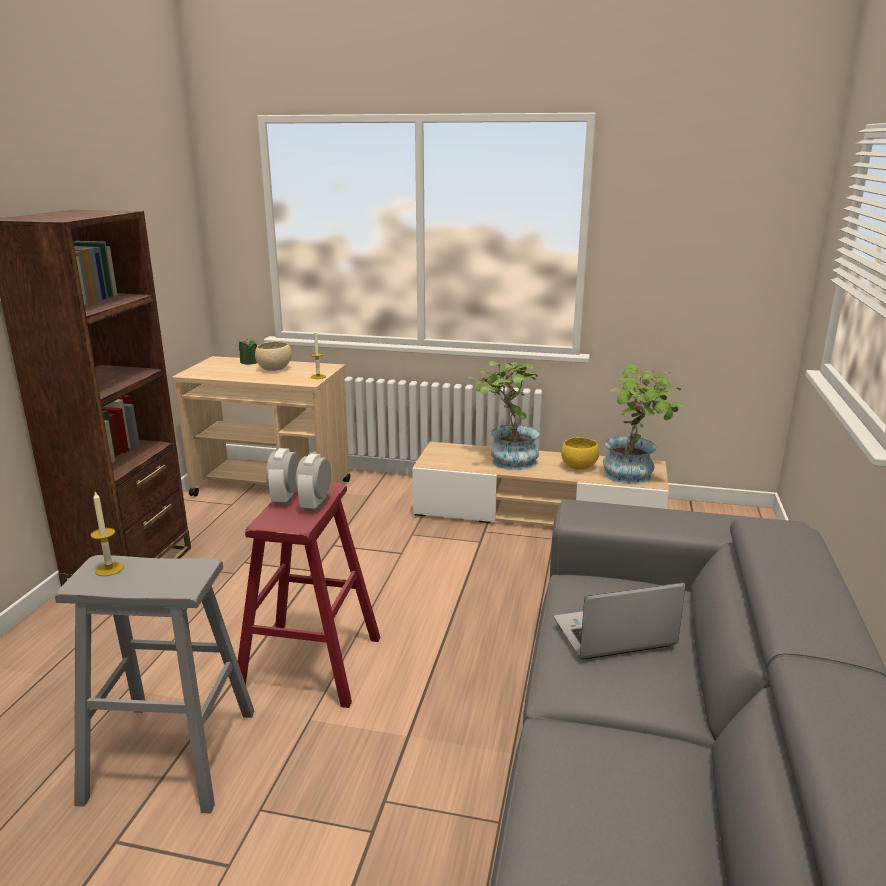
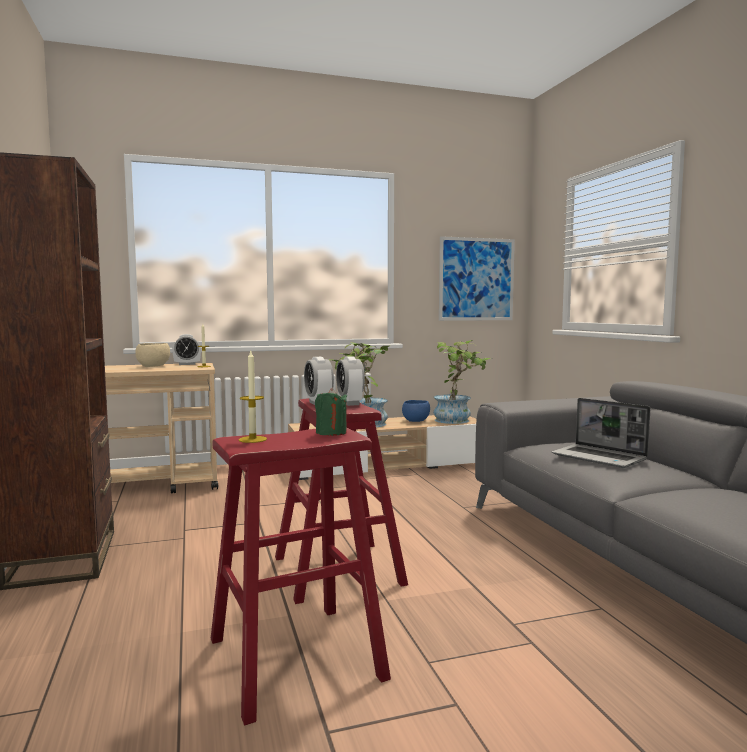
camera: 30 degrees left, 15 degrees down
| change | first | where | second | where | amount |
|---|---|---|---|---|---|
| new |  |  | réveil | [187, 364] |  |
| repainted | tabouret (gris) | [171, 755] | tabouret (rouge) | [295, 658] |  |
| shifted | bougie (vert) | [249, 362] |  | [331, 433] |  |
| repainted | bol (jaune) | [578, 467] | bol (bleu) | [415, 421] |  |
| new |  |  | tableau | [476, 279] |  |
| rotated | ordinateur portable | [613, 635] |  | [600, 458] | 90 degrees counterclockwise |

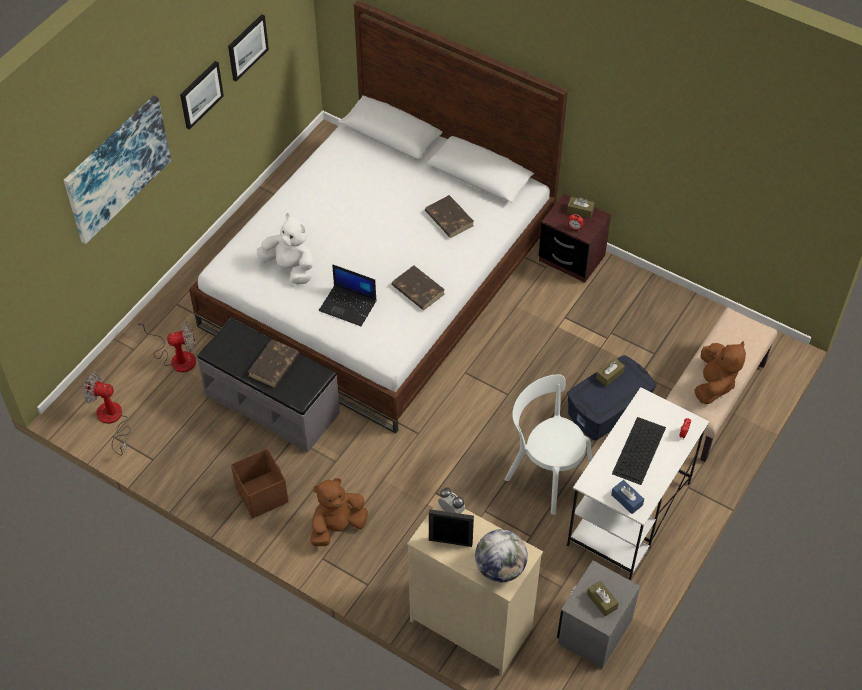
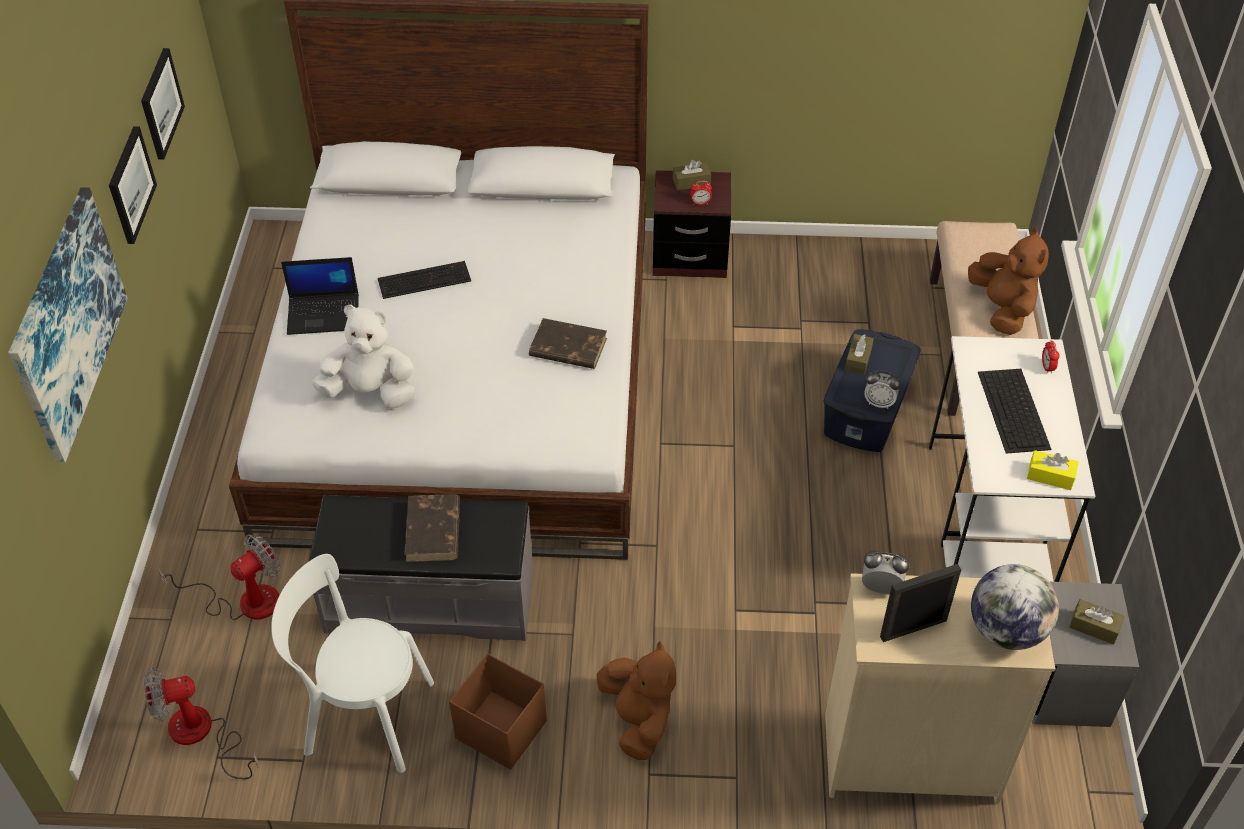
camera: 30 degrees left, 5 degrees down
| change | first | where | second | where | amount |
|---|---|---|---|---|---|
| shifted | chaise (blanc) | [546, 473] |  | [363, 715] |  |
| shifted | ordinateur portable | [349, 305] |  | [324, 313] |  |
| new |  |  | clavier | [425, 279] |  |
| rotated | peluche (marron) | [337, 526] |  | [638, 720] | 135 degrees clockwise |
| new |  |  | réveil | [879, 402] |  |
| repainted | boîte à mouchoirs (bleu) | [627, 500] | boîte à mouchoirs (jaune) | [1050, 476] |  |
| gone | livre (marron) | [449, 218] |  |  |  |

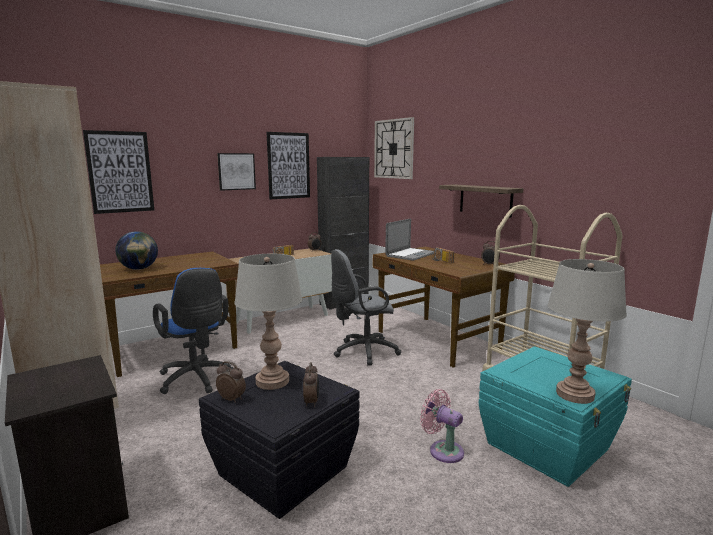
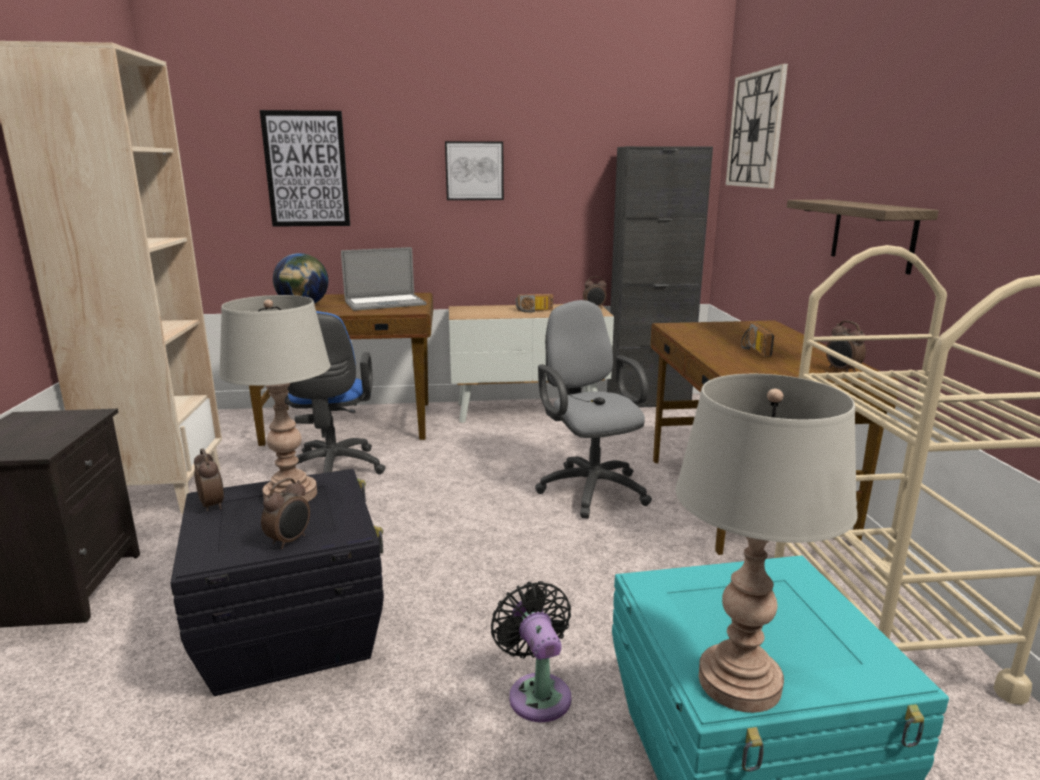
camera: 30 degrees right, 5 degrees up
| change | first | where | second | where | amount |
|---|---|---|---|---|---|
| shifted | ordinateur portable | [411, 254] |  | [385, 303] |  |
| repainted | ventilateur (rose) | [443, 450] | ventilateur (noir) | [537, 692] |  |
| rotated | chaise de bureau (gris) | [362, 352] |  | [590, 488] | 60 degrees clockwise |
| gone | tableau | [288, 165] |  |  |  |

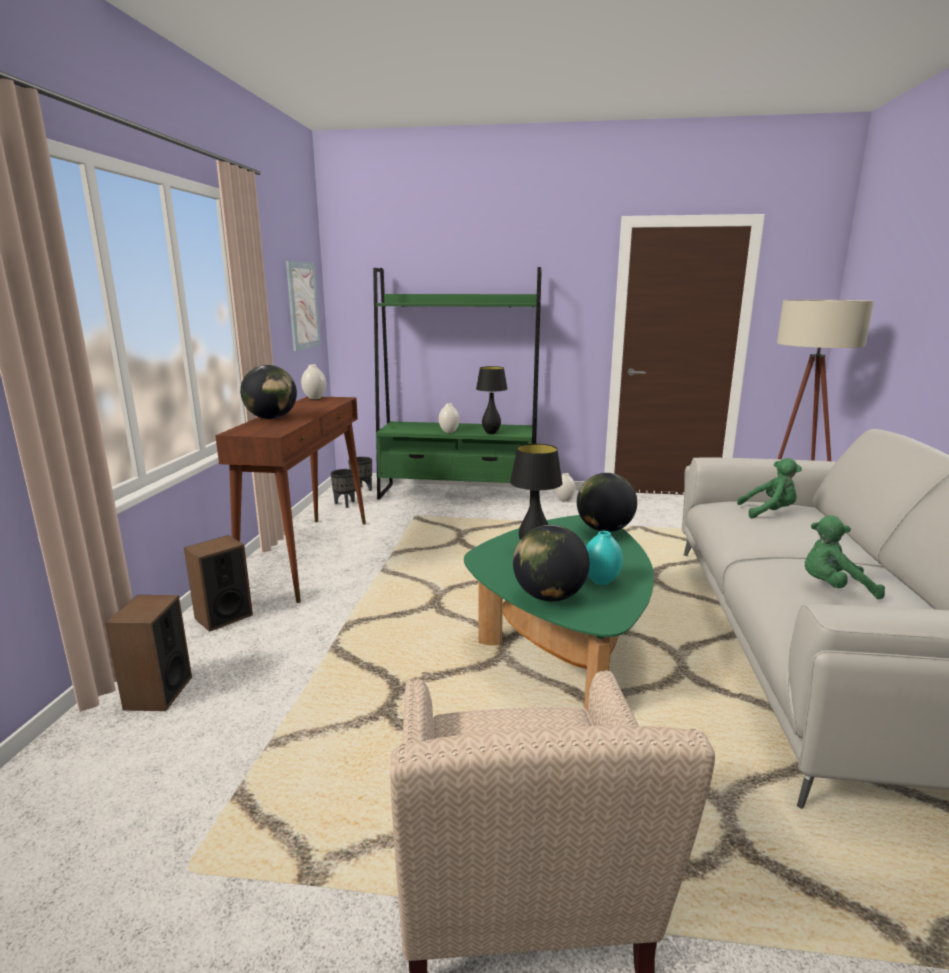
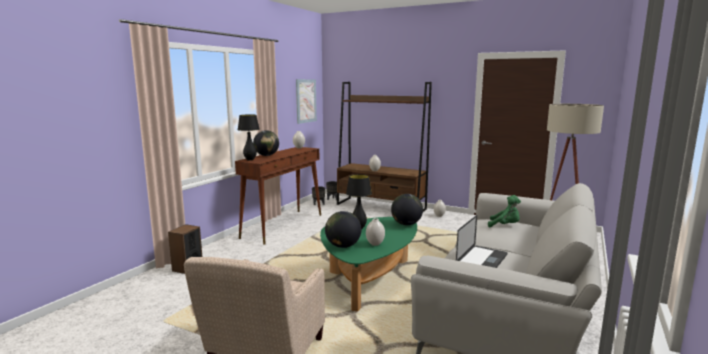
camera: 20 degrees right, 5 degrees down
| change | first | where | second | where | amount |
|---|---|---|---|---|---|
| shifted | lampe de table (noir) | [491, 433] |  | [250, 160] |  |
| repainted | bibliothèque (vert) | [458, 494] | bibliothèque (marron) | [381, 207] |  |
| repainted | vase (turquoise) | [600, 581] | vase (blanc) | [375, 244] |  |
| swapped | peluche (vert) | [833, 588] | ordinateur portable | [482, 260] |  |
| gone | enceinte | [223, 617] |  |  |  |

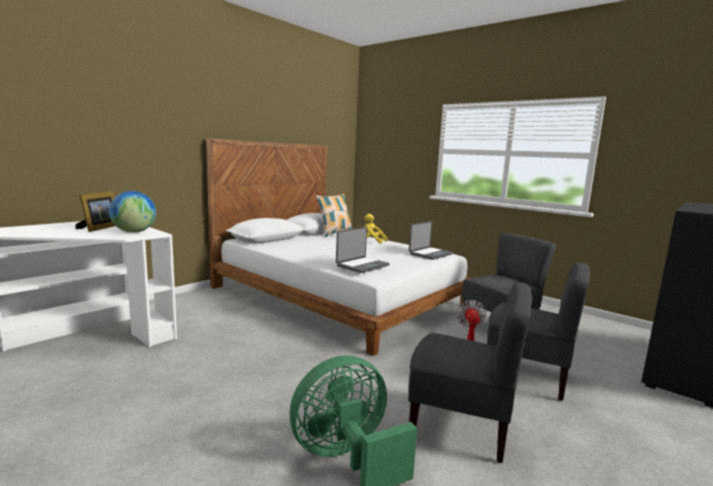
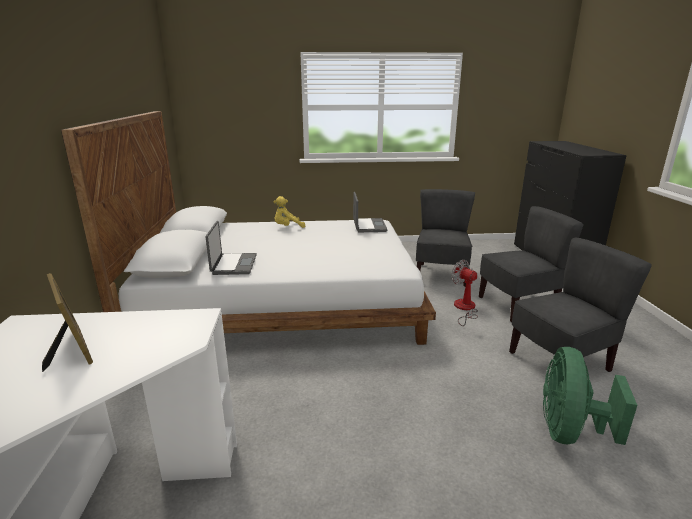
camera: 45 degrees left, 10 degrees up
| change | first | where | second | where | amount |
|---|---|---|---|---|---|
| shifted | ordinateur portable | [362, 265] |  | [233, 265] |  |
| gone | globe | [134, 232] |  |  |  |
| gone | coussin | [334, 233] |  |  |  |

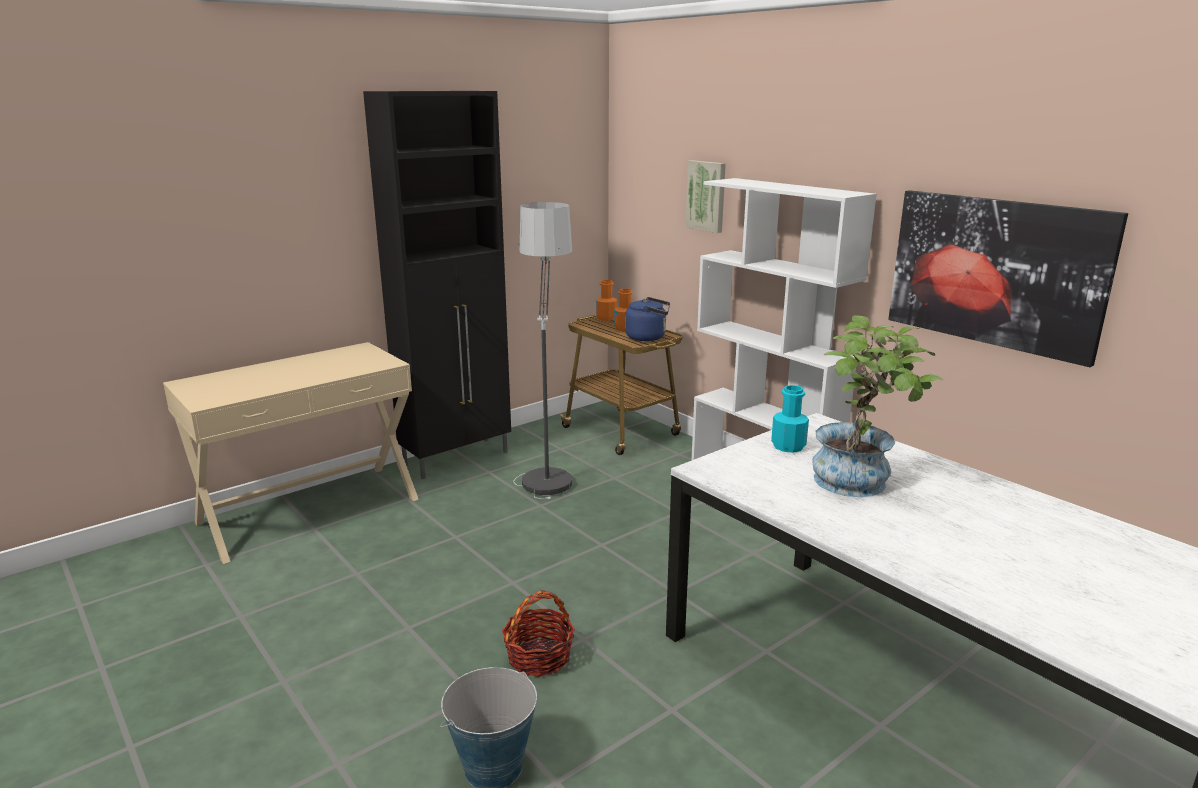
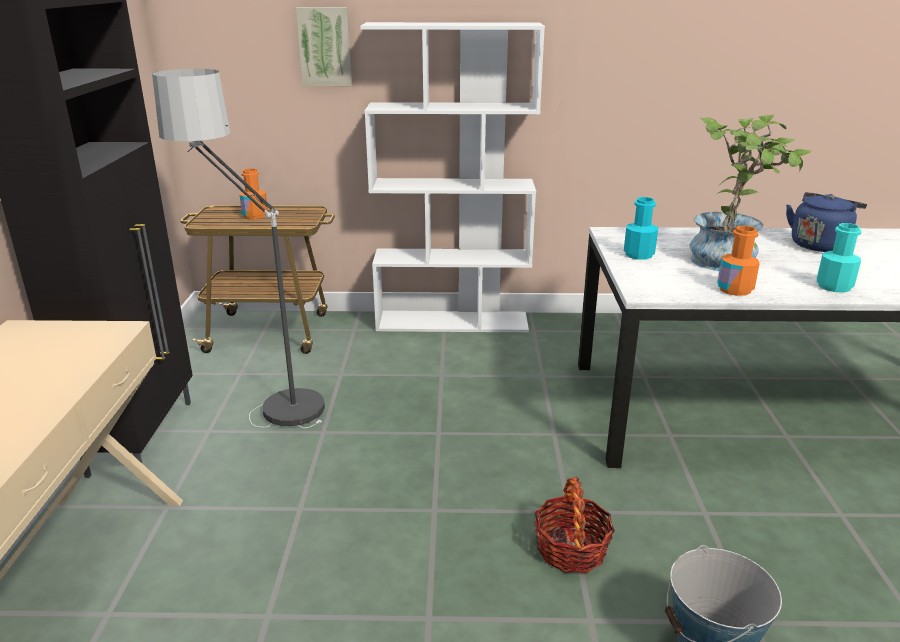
camera: 50 degrees left, 5 degrees up
| change | first | where | second | where | amount |
|---|---|---|---|---|---|
| shifted | bouteille (orange) | [606, 318] |  | [734, 289] |  |
| shifted | bouilloire (bleu) | [648, 337] |  | [819, 244] |  |
| new |  |  | bouteille (turquoise) | [834, 286] |  |
| gone | tableau | [995, 272] |  |  |  |

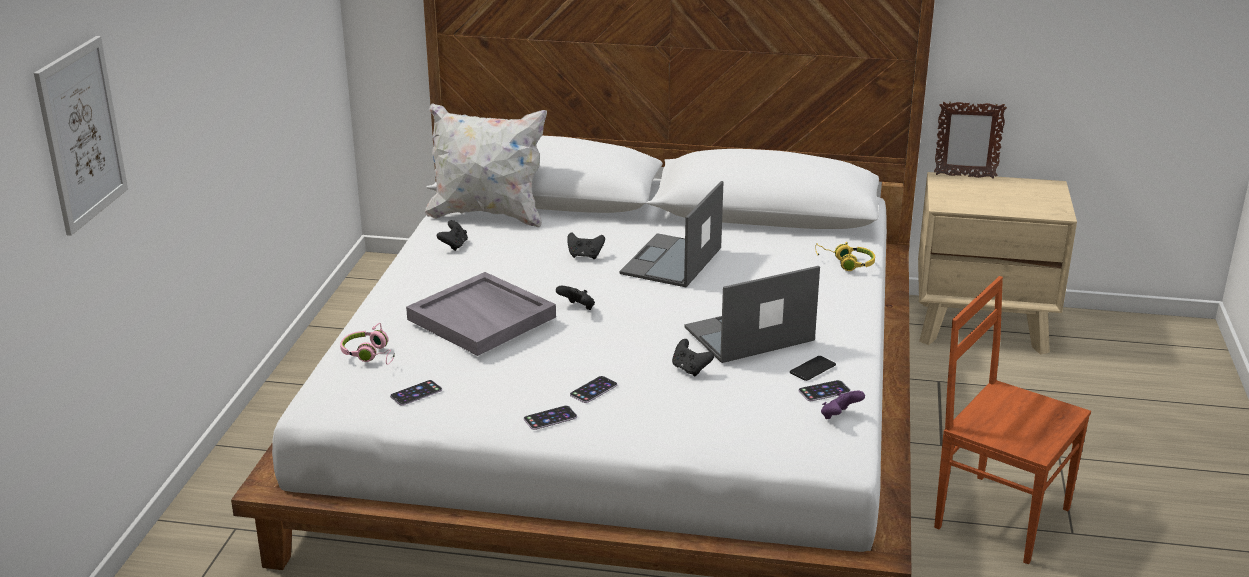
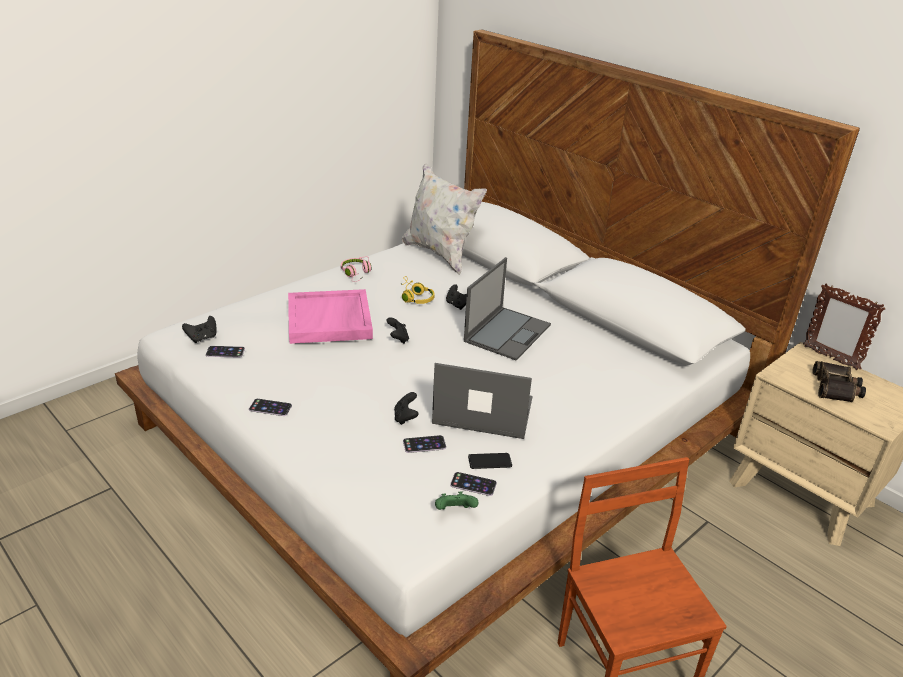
camera: 35 degrees right, 5 degrees up
| change | first | where | second | where | amount |
|---|---|---|---|---|---|
| shifted | manette (noir) | [454, 245] |  | [202, 338] |  |
| repainted | plateau (gris) | [483, 318] | plateau (rose) | [330, 320] |  |
| shifted | casque audio (rose) | [370, 355] |  | [356, 274] |  |
| shifted | casque audio (jaune) | [846, 263] |  | [415, 297] |  |
| shifted | téléphone | [593, 390] |  | [424, 444] |  |
| repainted | manette (violet) | [839, 417] | manette (vert) | [454, 511] |  |
| rotated | ordinateur portable | [671, 261] |  | [507, 332] | 150 degrees clockwise |
| new |  |  | jumelles | [836, 388] |  |
| gone | tableau | [81, 134] |  |  |  |

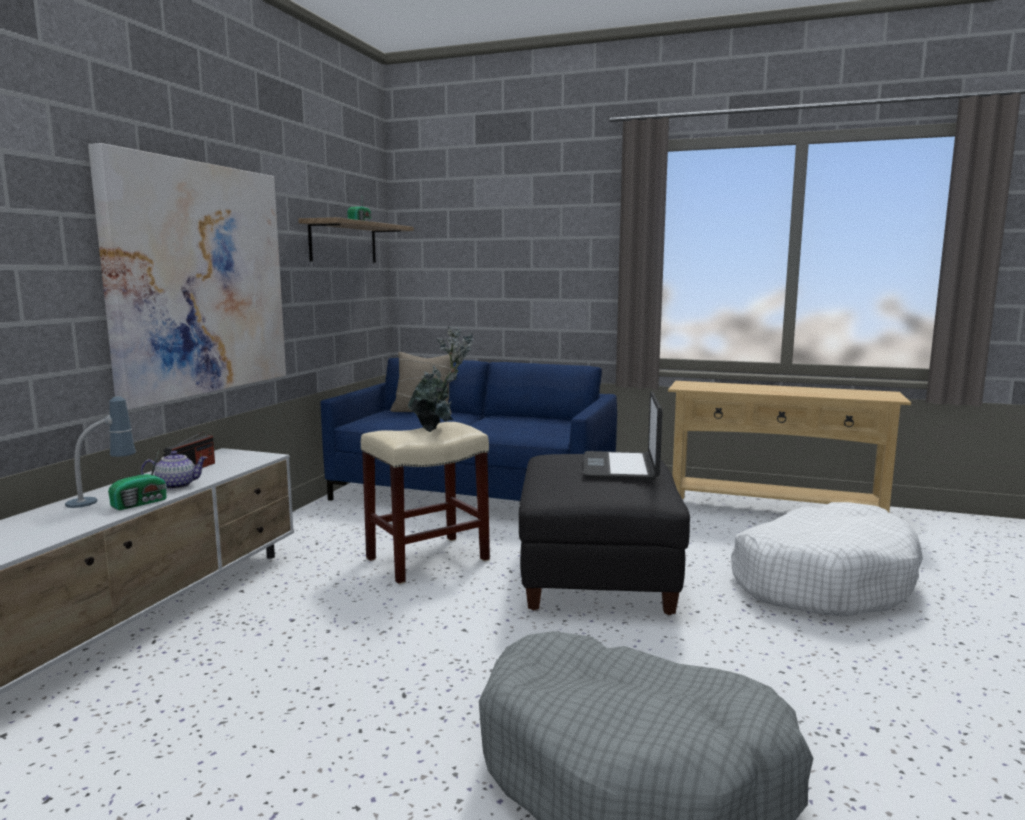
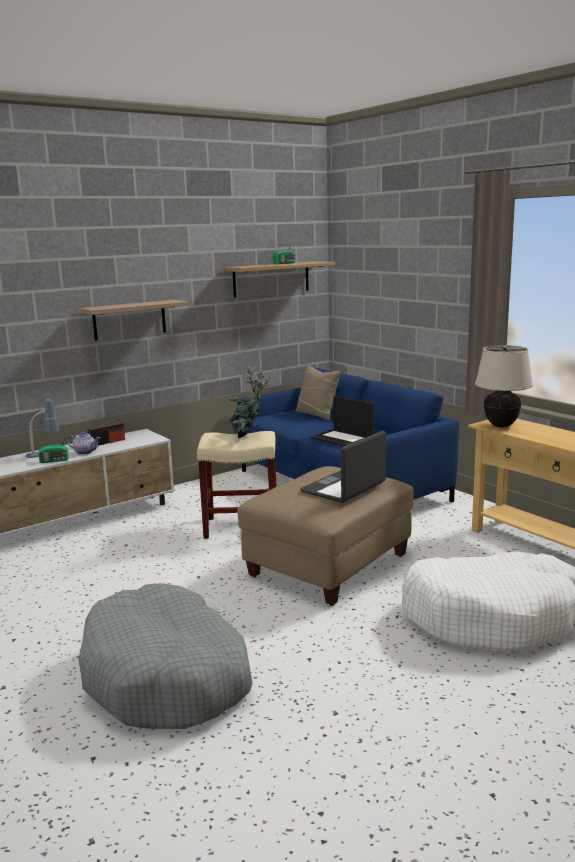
camera: 35 degrees right, 5 degrees up
| change | first | where | second | where | amount |
|---|---|---|---|---|---|
| swapped | tableau | [197, 279] | étagère | [129, 320] |  |
| repainted | pouf (noir) | [598, 575] | pouf (beige) | [329, 566] |  |
| new |  |  | ordinateur portable | [343, 438] |  |
| new |  |  | lampe de table (beige) | [501, 425] |  |

